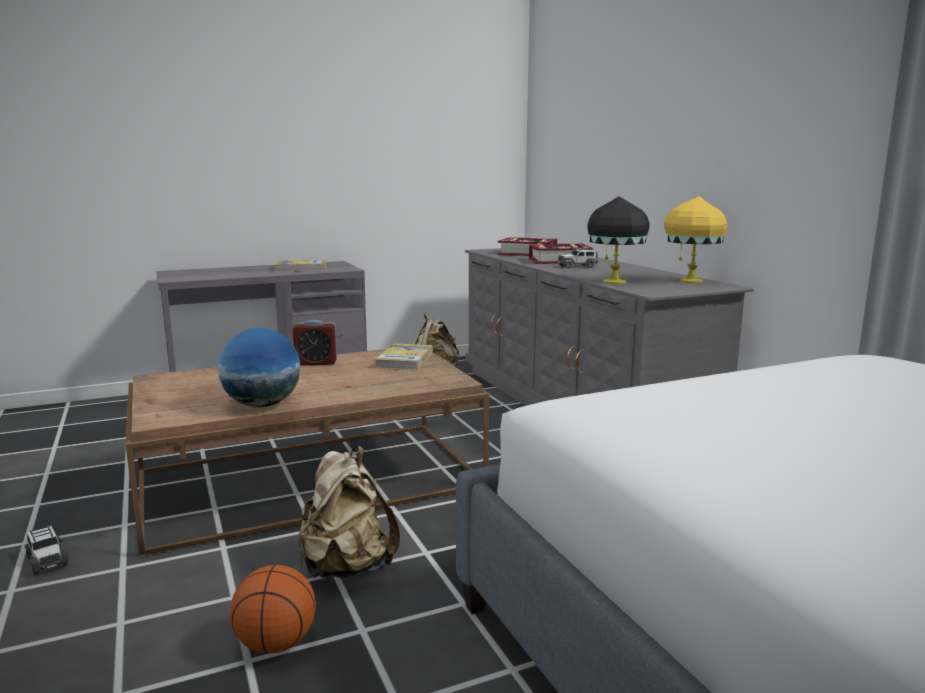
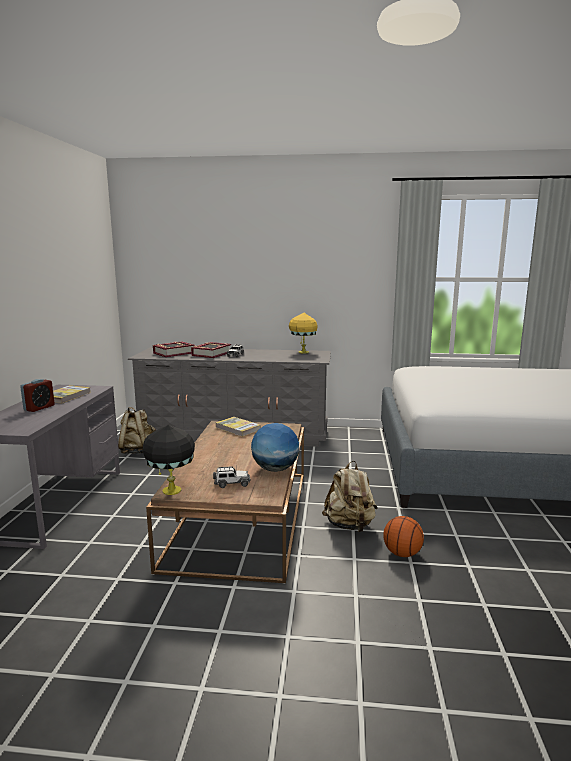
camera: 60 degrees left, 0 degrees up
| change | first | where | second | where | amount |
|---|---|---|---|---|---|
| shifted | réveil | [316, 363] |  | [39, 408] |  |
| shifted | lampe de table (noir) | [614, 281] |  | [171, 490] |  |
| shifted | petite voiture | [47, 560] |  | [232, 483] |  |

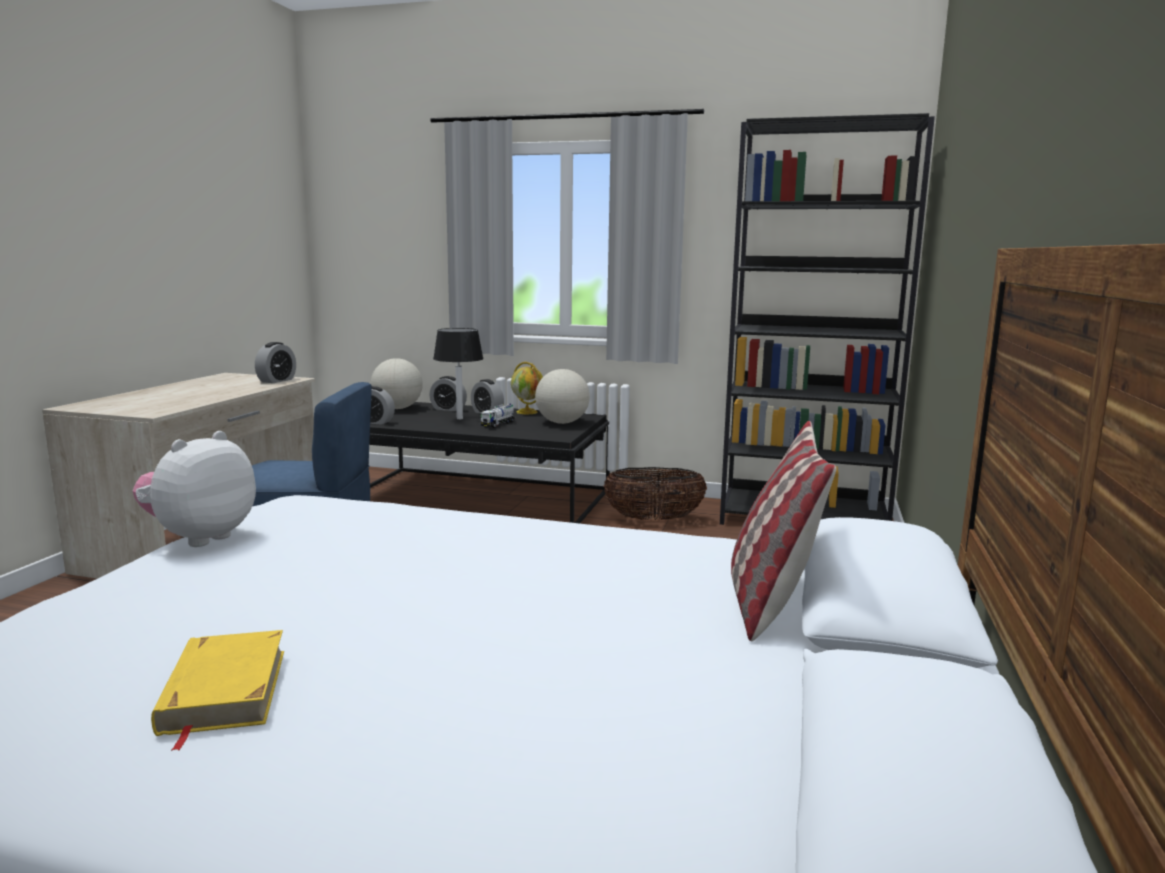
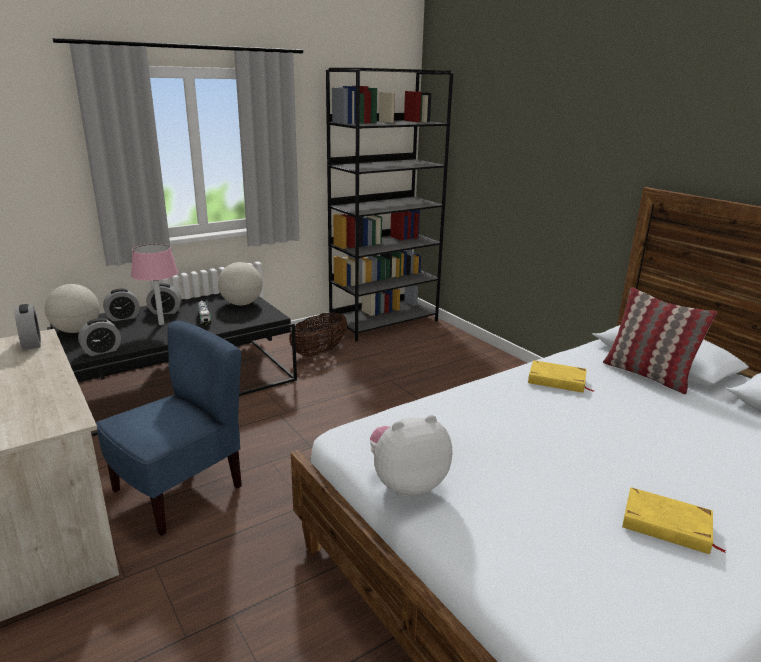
camera: 50 degrees left, 10 degrees up
| change | first | where | second | where | amount |
|---|---|---|---|---|---|
| repainted | lampe de table (noir) | [459, 419] | lampe de table (rose) | [161, 324] |  |
| rotated | peluche | [199, 537] |  | [406, 483] | 90 degrees clockwise |
| new |  |  | livre (jaune) | [557, 380] |  |
| gone | globe | [527, 412] |  |  |  |

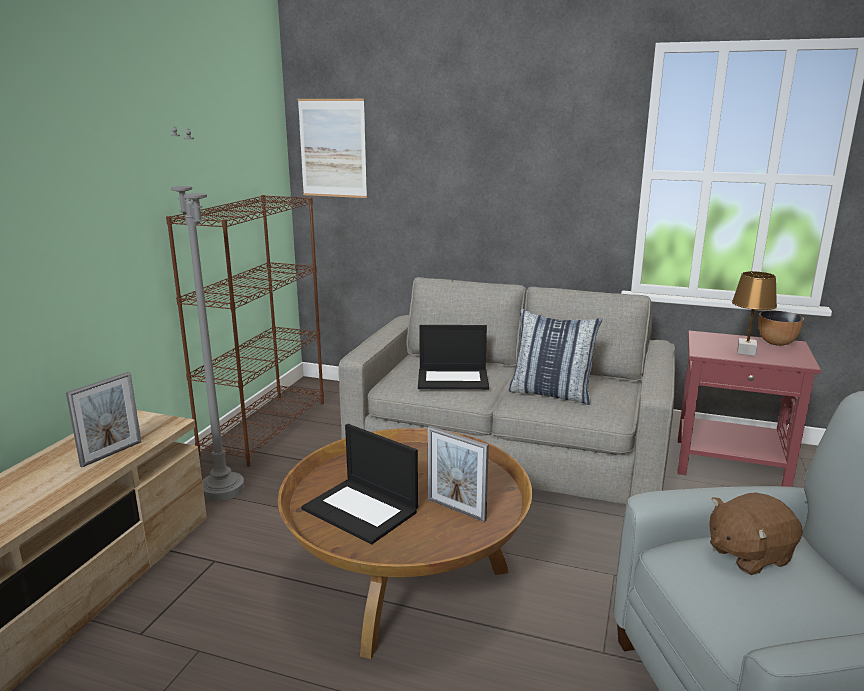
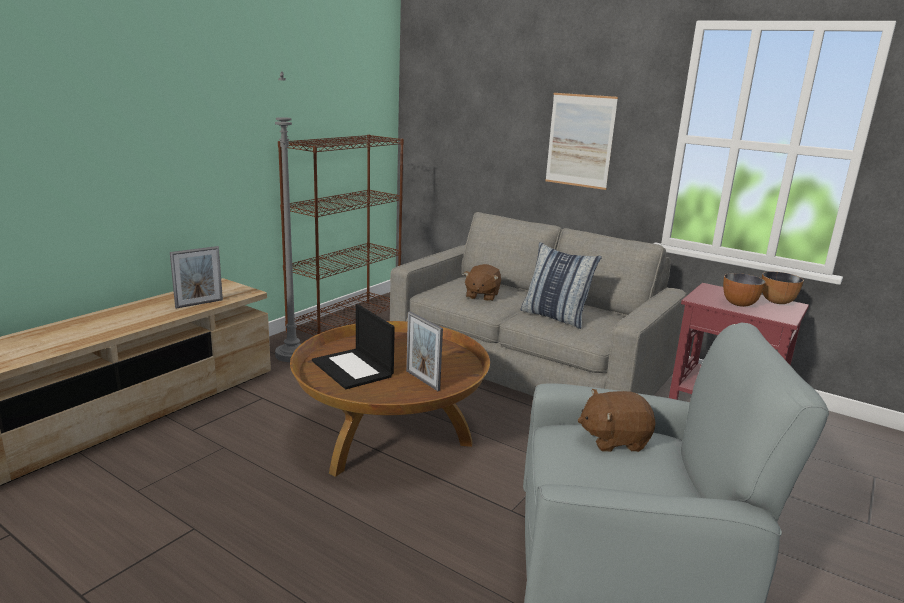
camera: 15 degrees right, 0 degrees up
| change | first | where | second | where | amount |
|---|---|---|---|---|---|
| swapped | ordinateur portable | [453, 379] | peluche (marron) | [481, 296] |  |
| shifted | tableau | [333, 148] |  | [580, 141] |  |
| swapped | lampe de table (marron) | [746, 352] | bol | [739, 304] |  |

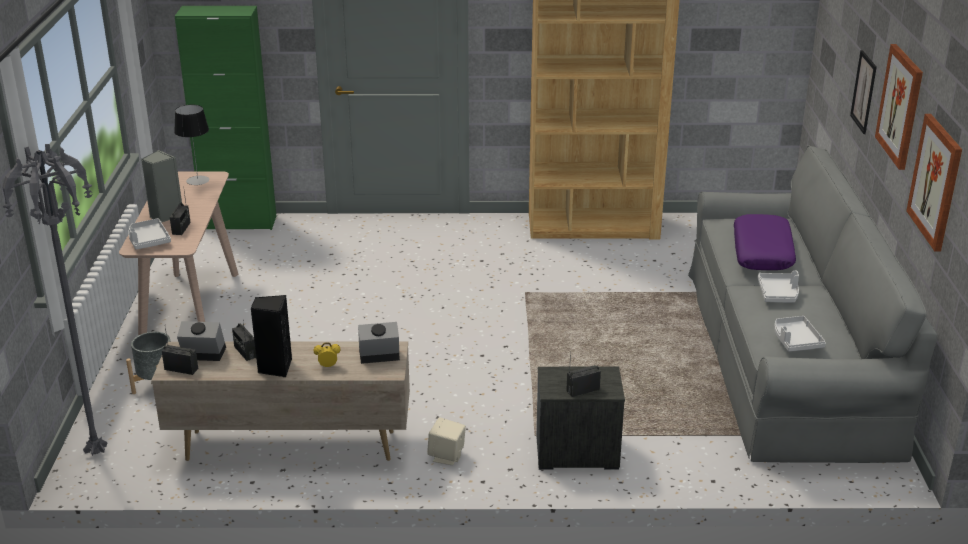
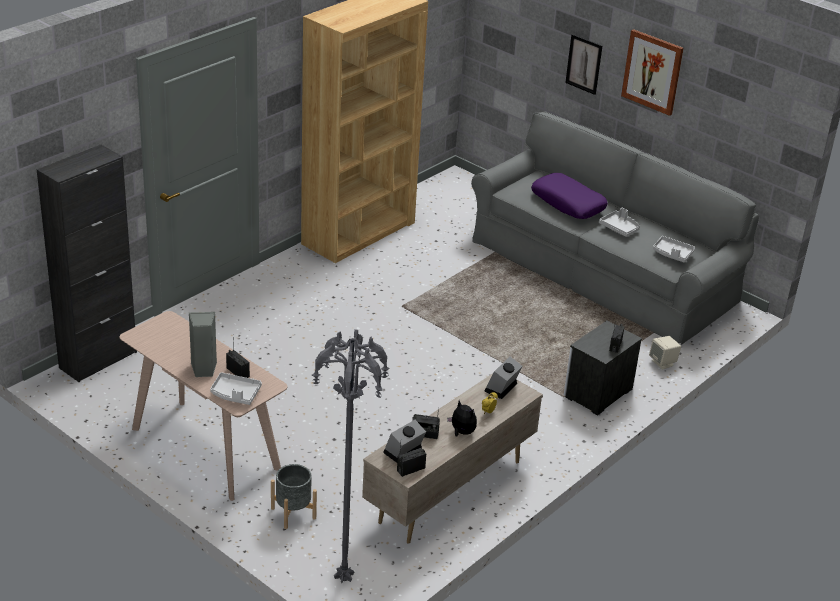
camera: 50 degrees left, 5 degrees up
| change | first | where | second | where | amount |
|---|---|---|---|---|---|
| repainted | meuble de rangement (vert) | [239, 222] | meuble de rangement (noir) | [98, 360] |  |
| swapped | enceinte (noir) | [275, 368] | peluche | [461, 432] |  |
| shifted | enceinte (beige) | [447, 456] |  | [663, 363] |  |
| gone | lampe de table | [198, 180] |  |  |  |
| gone | tableau | [935, 181] |  |  |  |

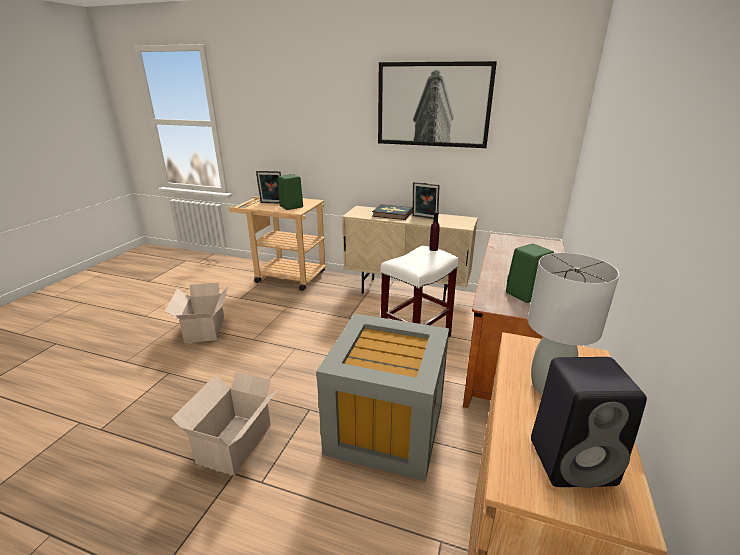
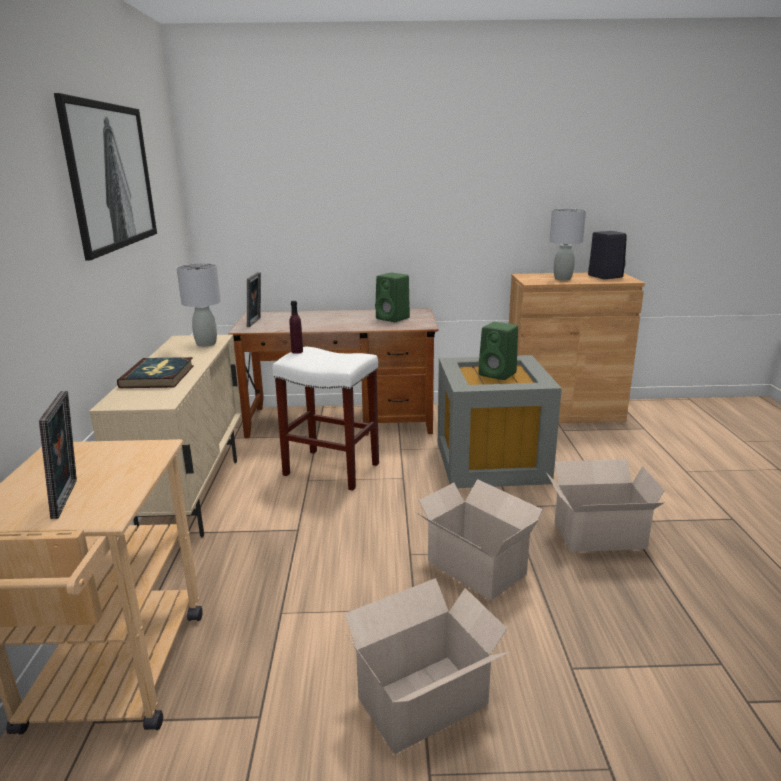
camera: 110 degrees left, 5 degrees down
| change | first | where | second | where | amount |
|---|---|---|---|---|---|
| new |  |  | lampe de table (gris) | [206, 344] |  |
| shifted | cadre photo | [424, 217] |  | [256, 322] |  |
| new |  |  | carton | [474, 566] |  |
| shifted | enceinte (vert) | [290, 207] |  | [498, 374] |  |

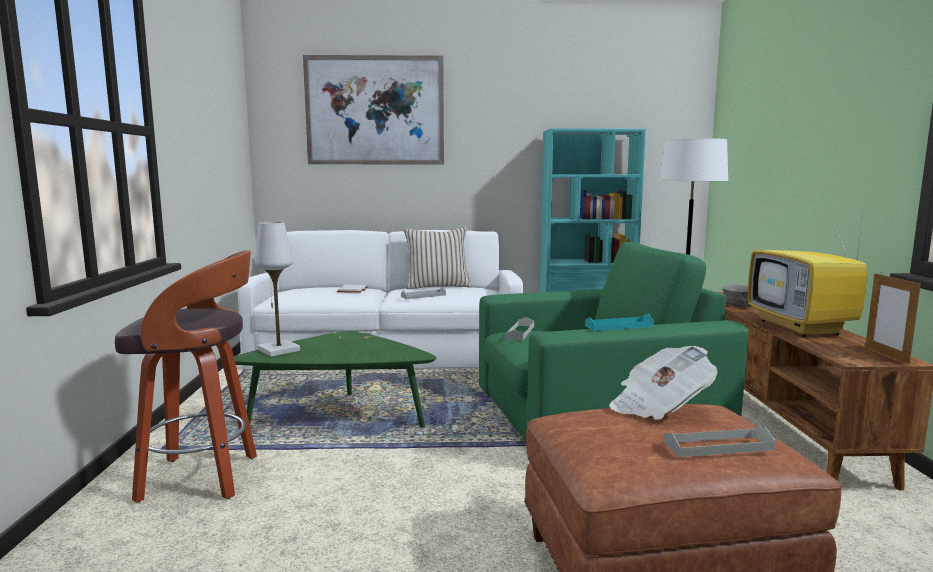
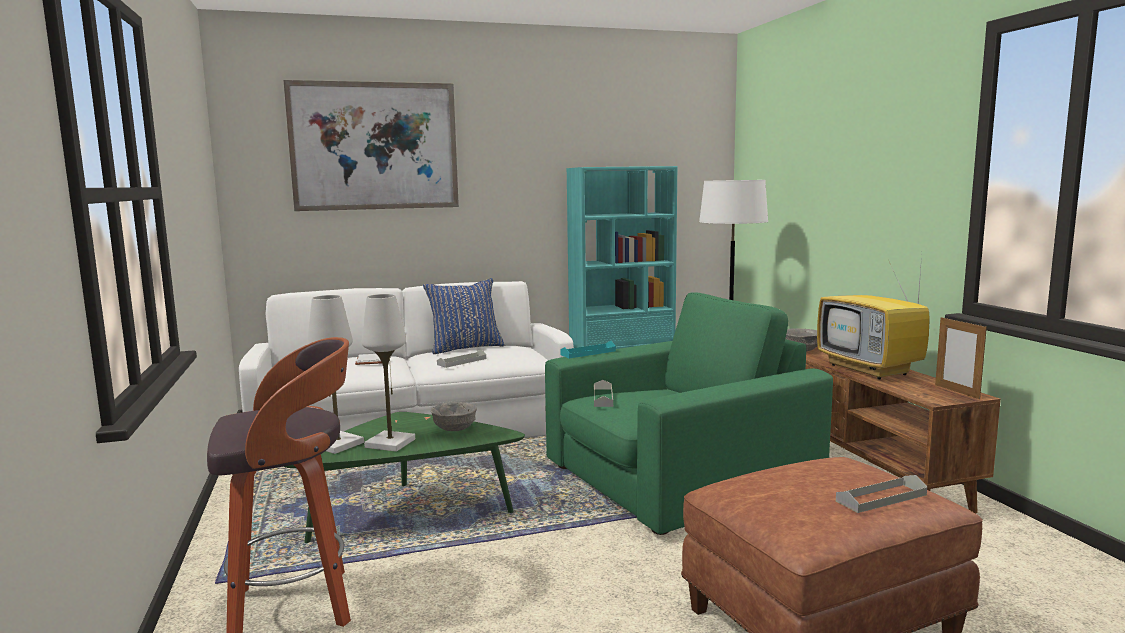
camera: 15 degrees left, 0 degrees up
| change | first | where | second | where | amount |
|---|---|---|---|---|---|
| new |  |  | lampe de table (blanc) | [390, 443] |  |
| repainted | coussin (beige) | [437, 286] | coussin (bleu) | [465, 348] |  |
| new |  |  | bol (gris) | [454, 429] |  |
| shifted | plateau (turquoise) | [619, 326] |  | [588, 353] |  |
| gone | journal | [659, 407] |  |  |  |

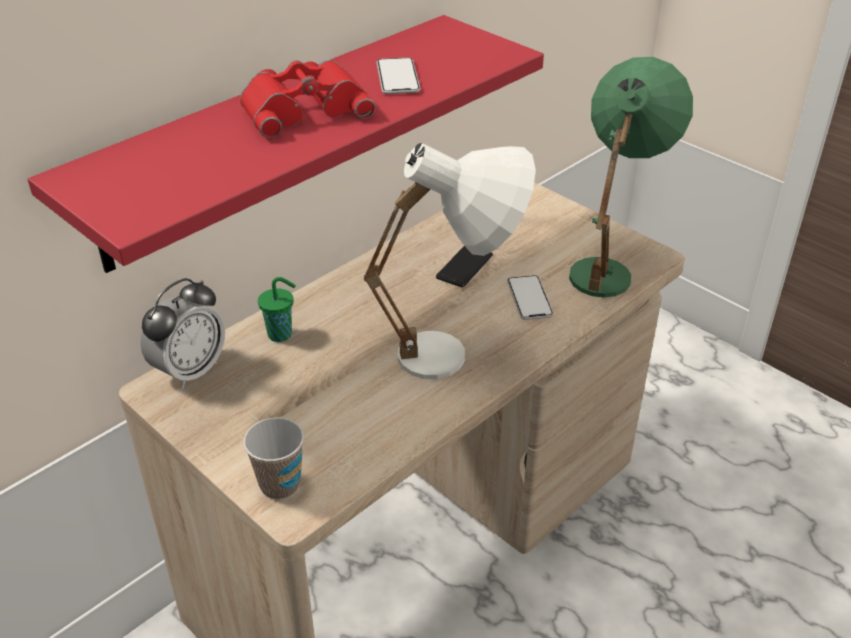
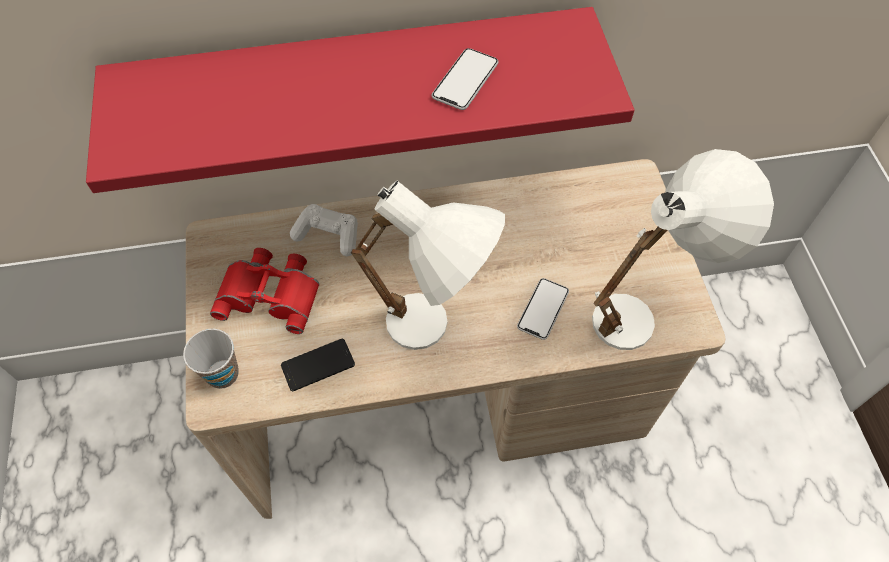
camera: 35 degrees right, 20 degrees up
| change | first | where | second | where | amount |
|---|---|---|---|---|---|
| shifted | jumelles (rouge) | [304, 107] |  | [271, 293] |  |
| shifted | téléphone | [464, 266] |  | [318, 365] |  |
| swapped | tasse (vert) | [281, 334] | manette (blanc) | [328, 235] |  |
| repainted | lampe de table (vert) | [609, 266] | lampe de table (blanc) | [643, 314] |  |
| gone | réveil | [190, 371] |  |  |  |

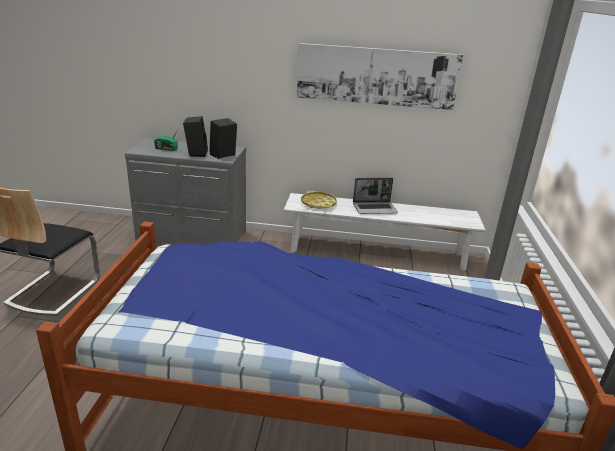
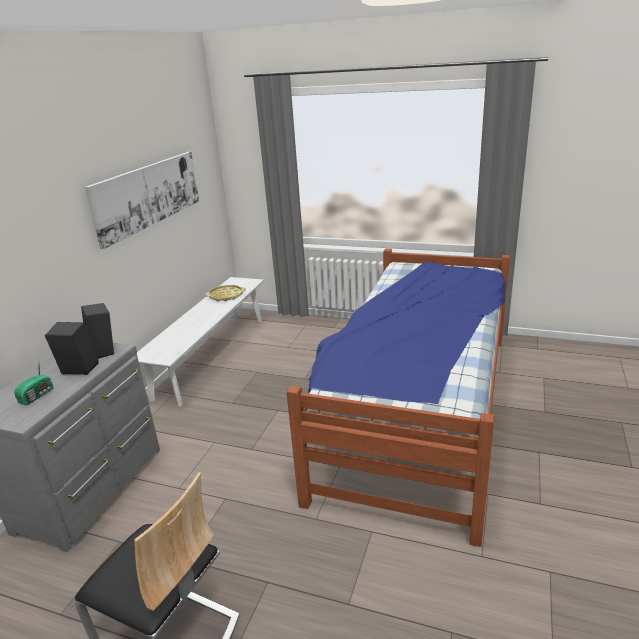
camera: 75 degrees left, 0 degrees up
| change | first | where | second | where | amount |
|---|---|---|---|---|---|
| shifted | plateau (jaune) | [318, 203] |  | [226, 296] |  |
| gone | ordinateur portable | [375, 208] |  |  |  |

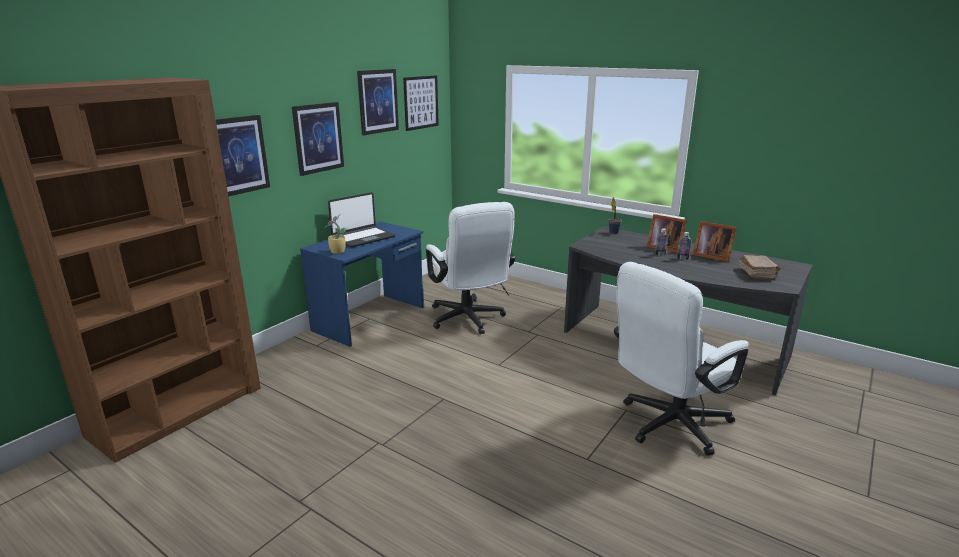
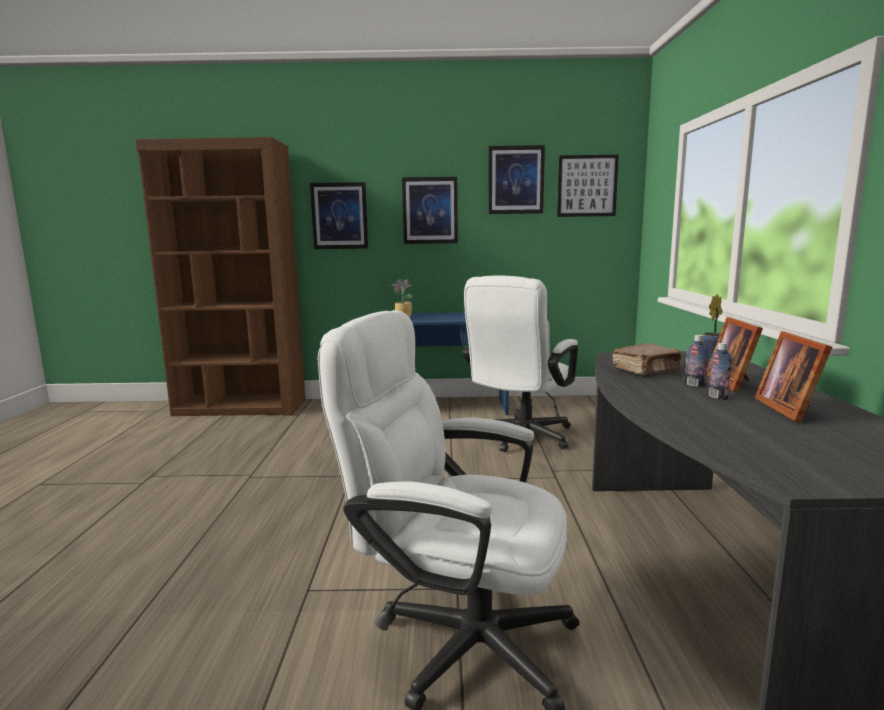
camera: 55 degrees right, 10 degrees down
| change | first | where | second | where | amount |
|---|---|---|---|---|---|
| shifted | livre (marron) | [757, 273] |  | [646, 370] |  |
| gone | ordinateur portable | [363, 238] |  |  |  |

